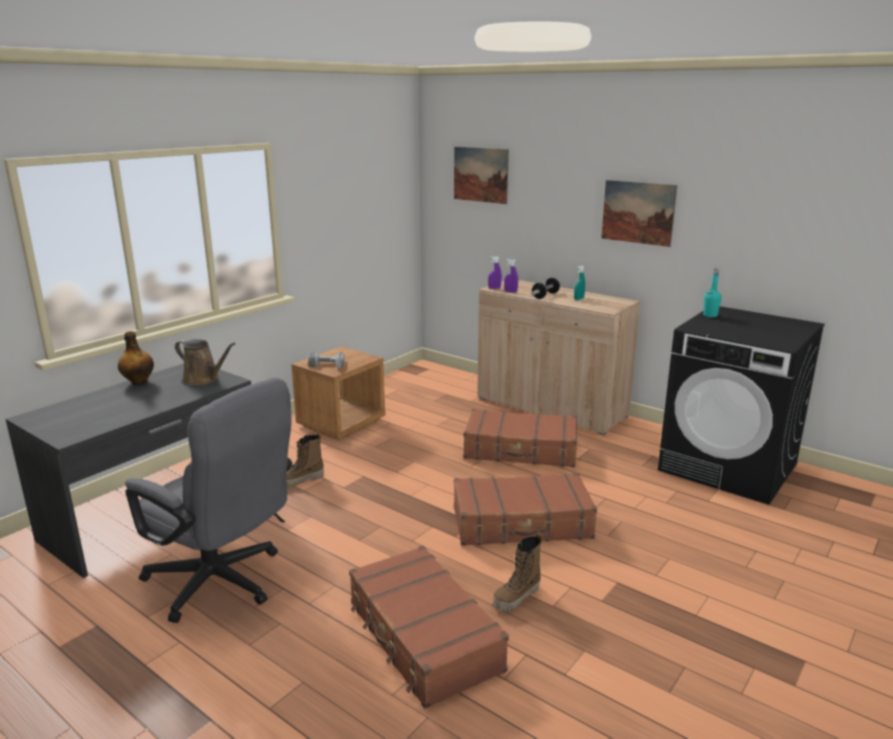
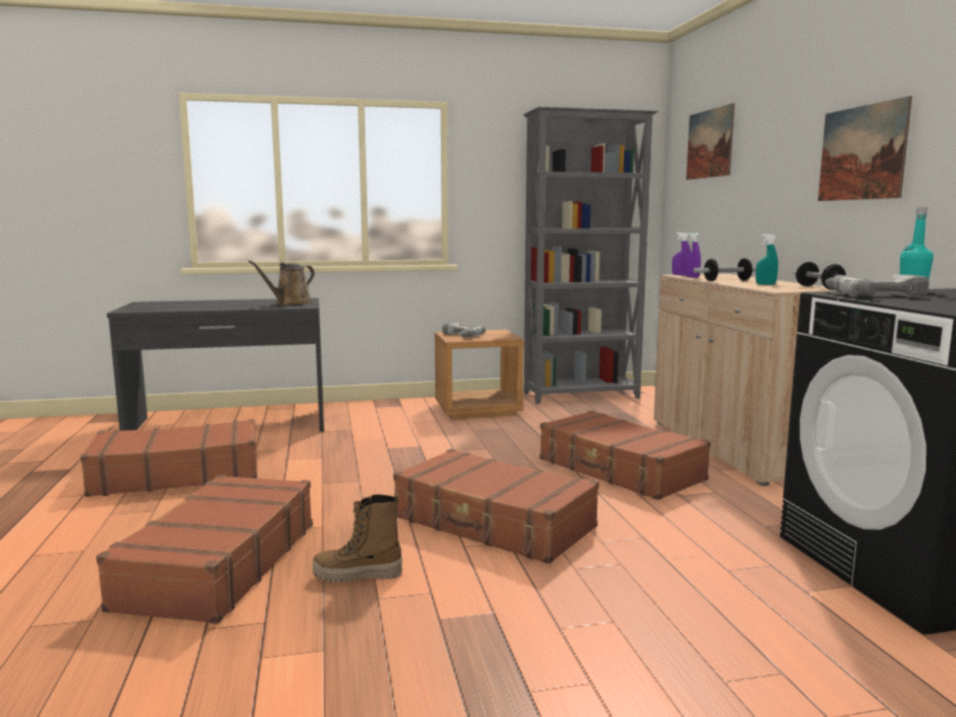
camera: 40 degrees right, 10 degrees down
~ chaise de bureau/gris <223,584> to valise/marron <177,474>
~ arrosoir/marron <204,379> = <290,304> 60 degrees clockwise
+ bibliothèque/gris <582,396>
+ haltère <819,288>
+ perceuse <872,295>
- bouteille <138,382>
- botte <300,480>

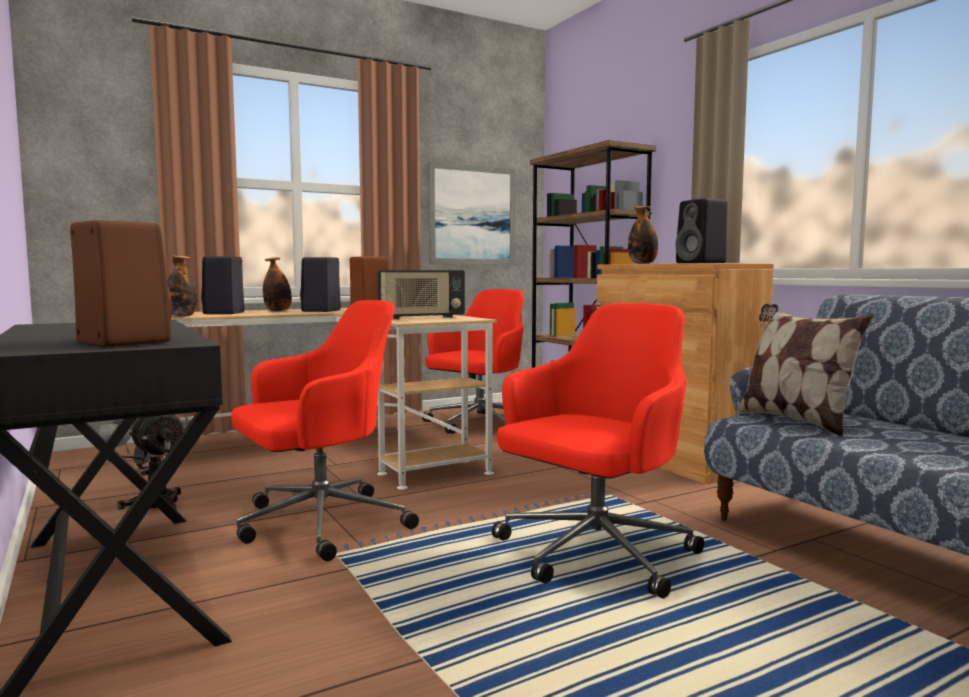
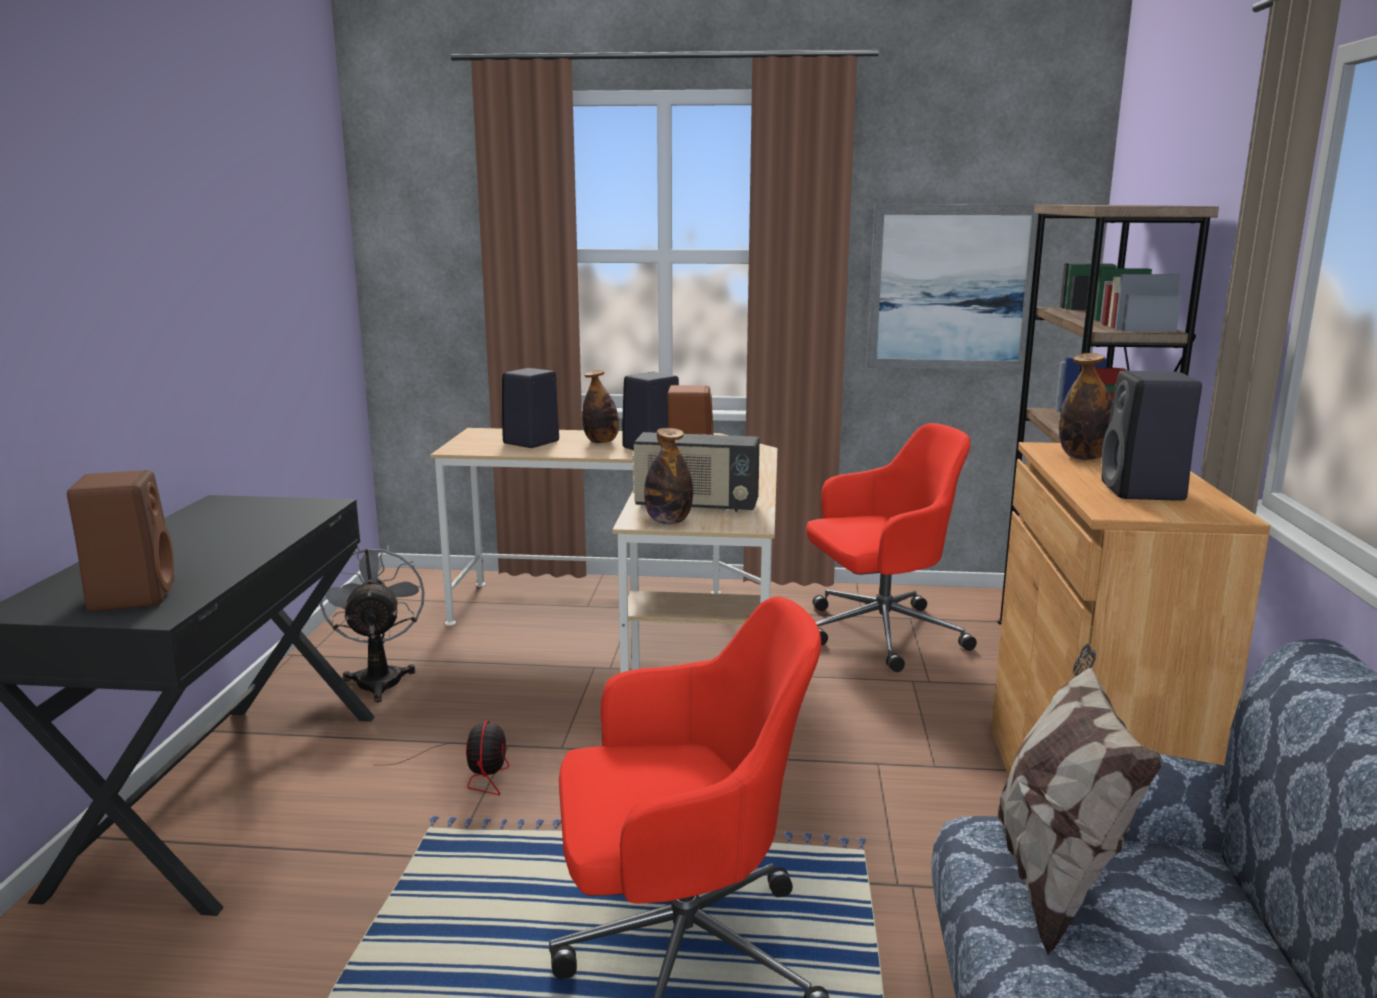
camera: 35 degrees right, 10 degrees up
~ chaise de bureau/rouge <319,524> to ventilateur <471,772>
~ bouteille <181,316> to <668,521>

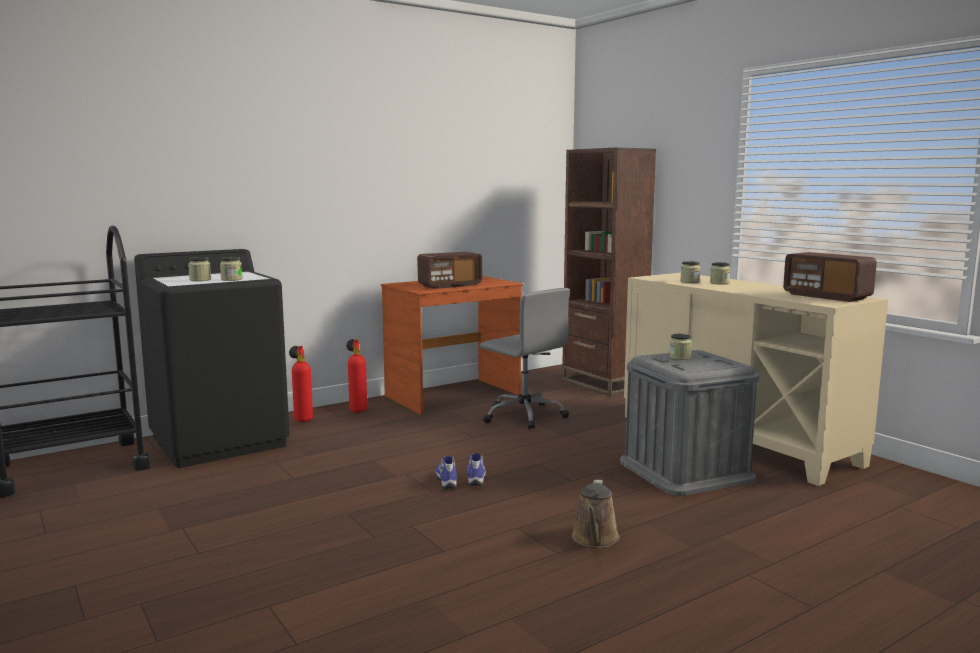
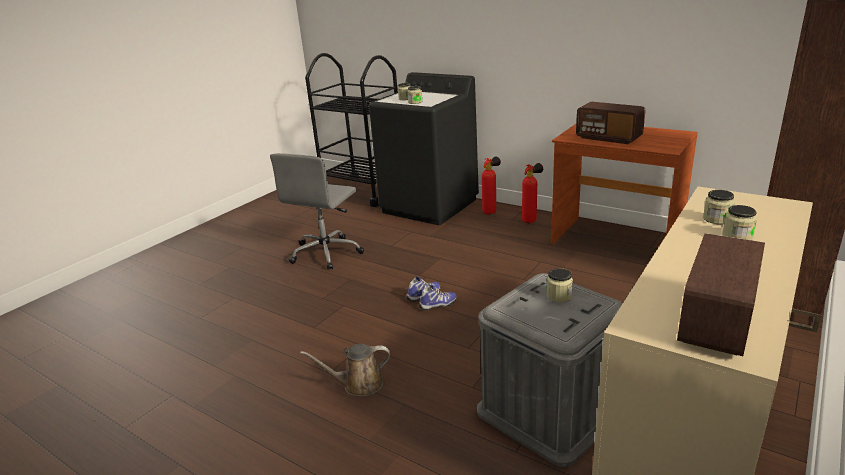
camera: 70 degrees right, 15 degrees up
~ chaise de bureau/gris <523,415> to <327,252>

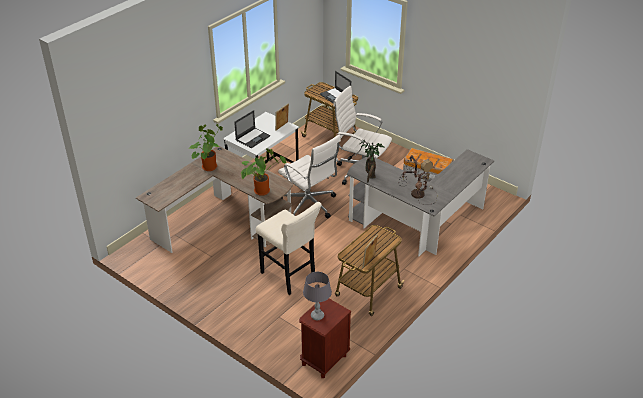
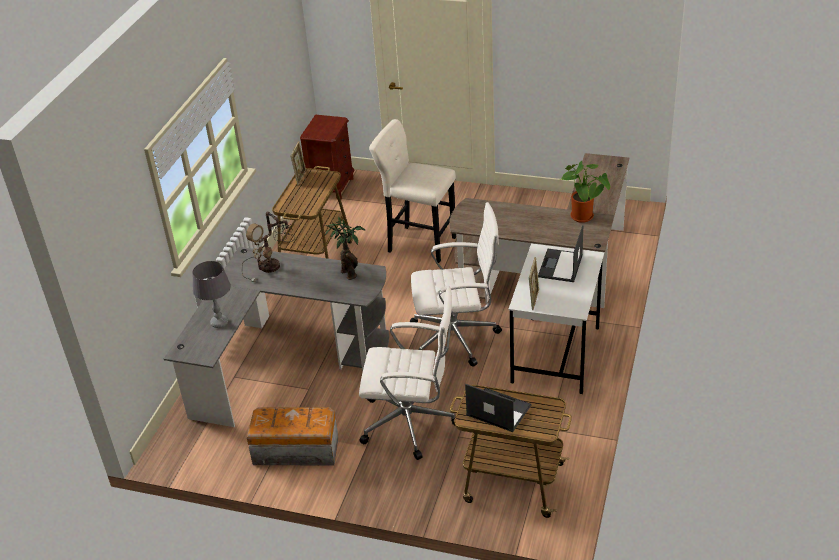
camera: 160 degrees right, 0 degrees up
~ lampe de table/gris <317,316> to <219,322>
~ chaise de bureau/blanc <309,205> = <457,337> 150 degrees clockwise
- plante en pot <263,190>

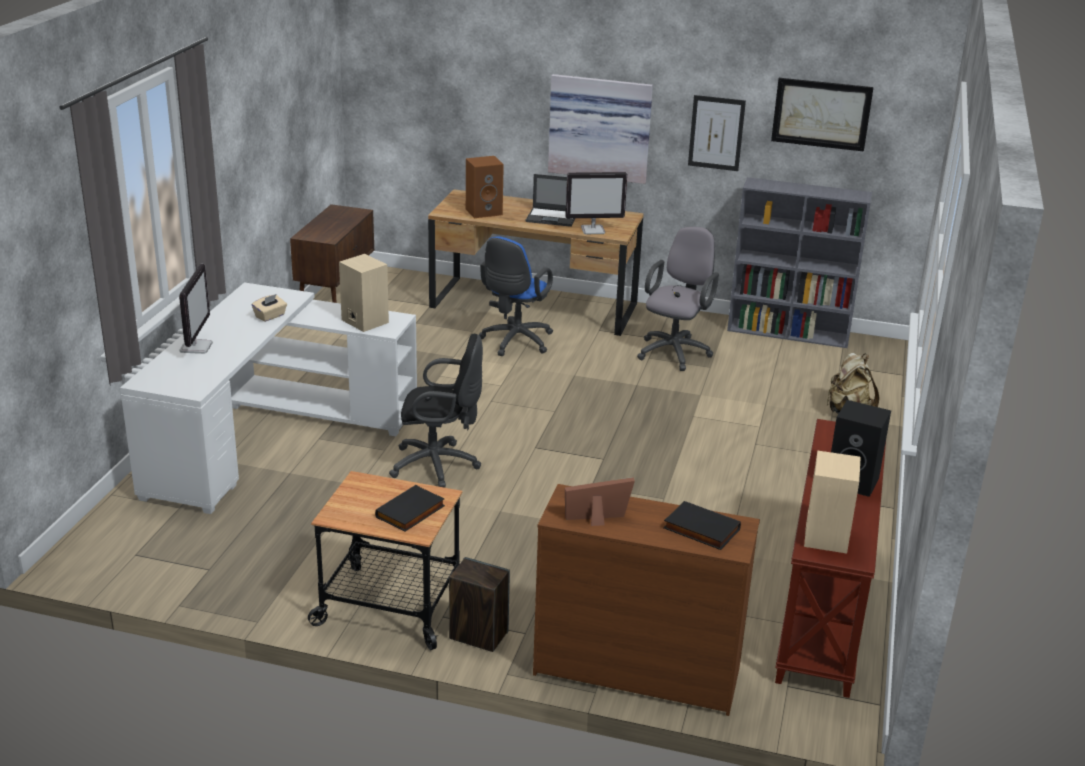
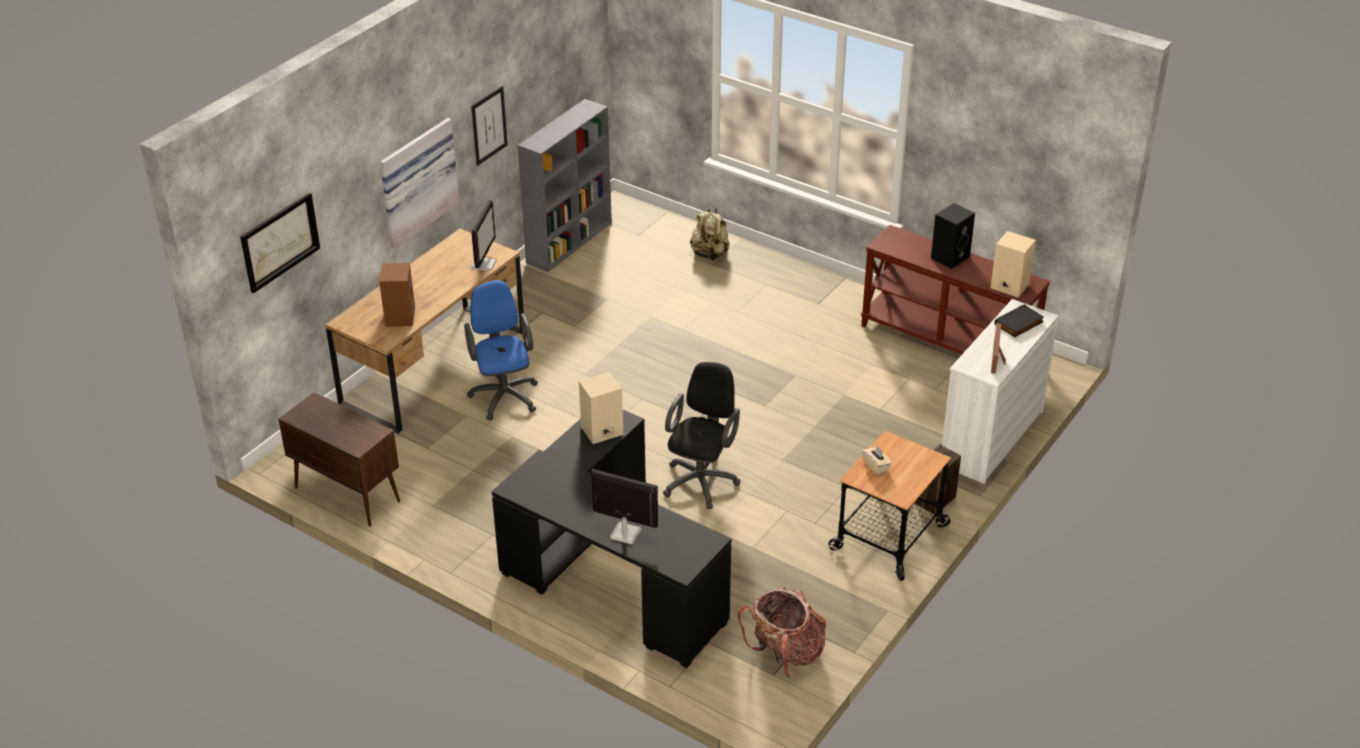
camera: 70 degrees left, 10 degrees up
~ tableau <821,114> to <280,242>
~ chaise de bureau/bleu <514,342> = <504,394> 150 degrees counterclockwise
~ bureau/blanc <268,436> to bureau/noir <607,575>
+ sac à dos <785,654>
~ boîte à mouchoirs/beige <270,316> to <876,466>
~ commode/marron <637,671> to commode/blanc <990,438>
- livre/noir <411,512>
- ordinateur portable <552,217>
- chaise de bureau/gris <675,351>

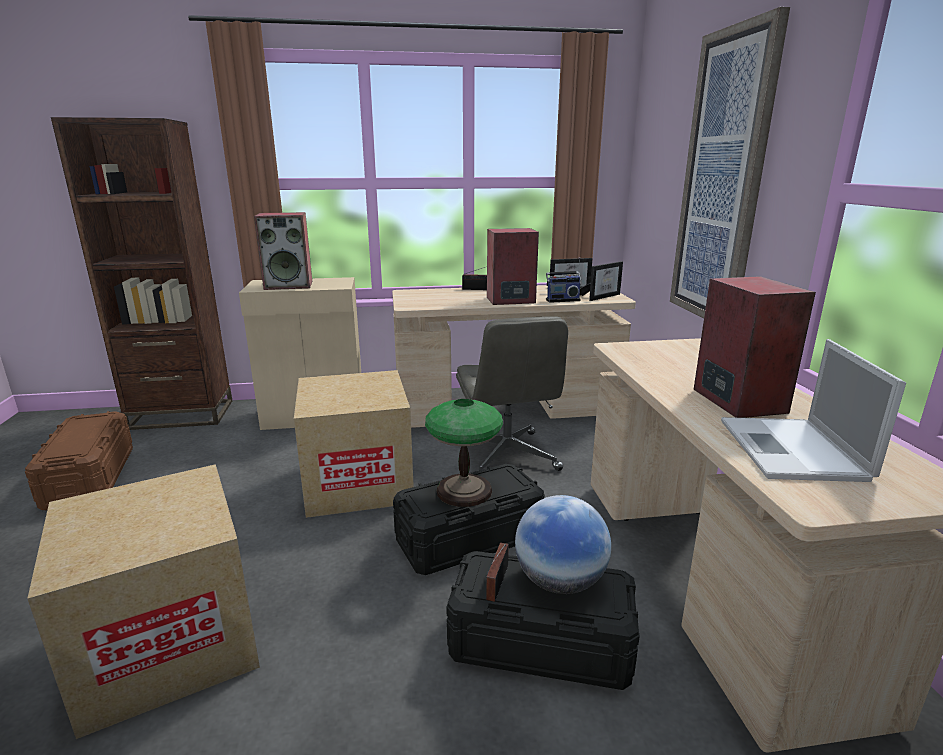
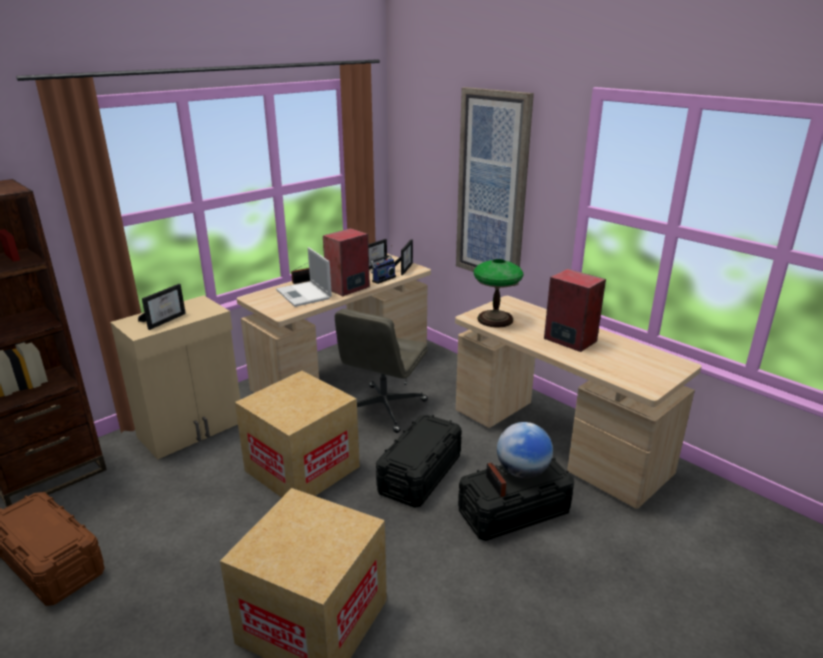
camera: 35 degrees left, 5 degrees up
~ enceinte <289,285> to cadre photo <164,320>
~ ordinateur portable <793,450> to <304,294>
~ chaise de bureau/gris <507,456> = <383,409> 75 degrees clockwise
~ lampe de table <464,490> to <495,319>

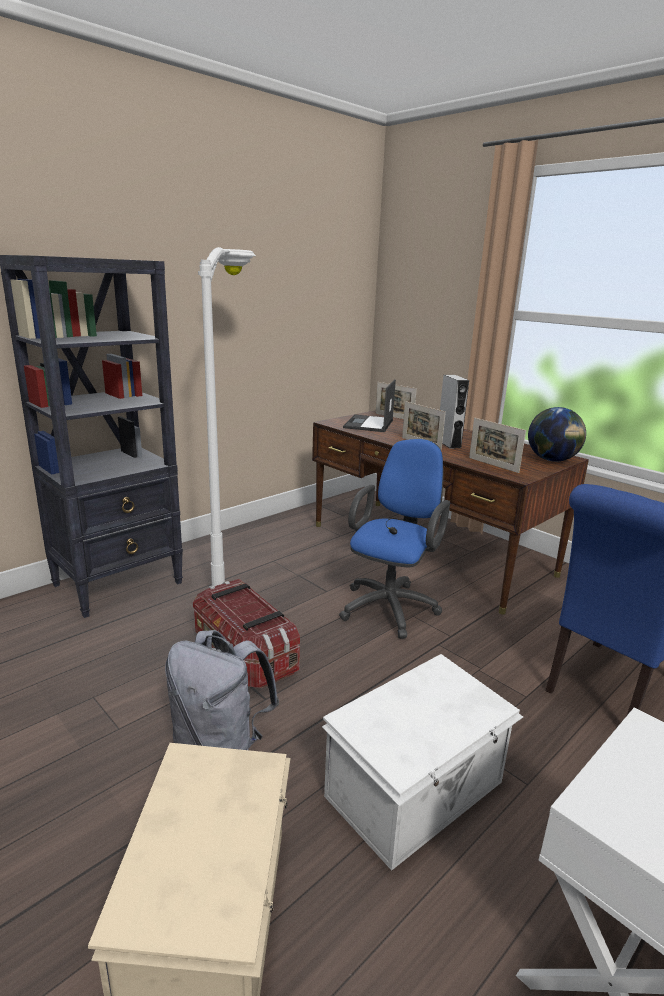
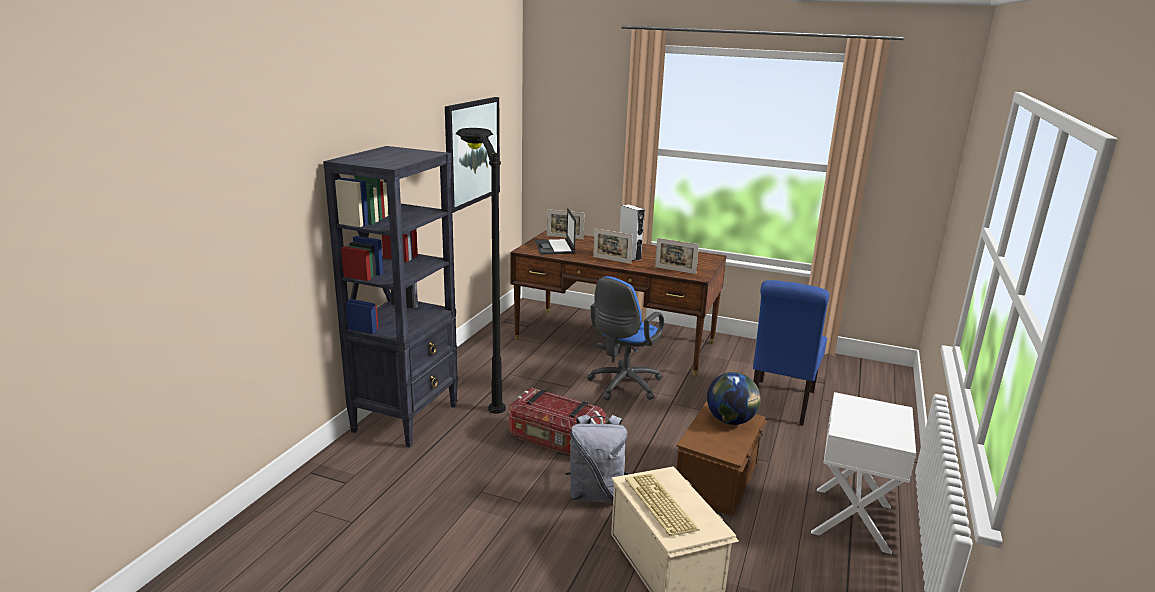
camera: 25 degrees left, 0 degrees up
+ tableau <472,152>
~ lampadaire/blanc <234,566> to lampadaire/noir <483,384>
~ chaise de bureau/bleu <391,605> = <622,386> 150 degrees counterclockwise
+ clavier <658,504>
~ boîte de rangement/blanc <417,790> to boîte de rangement/marron <718,480>
~ globe <552,460> to <731,421>

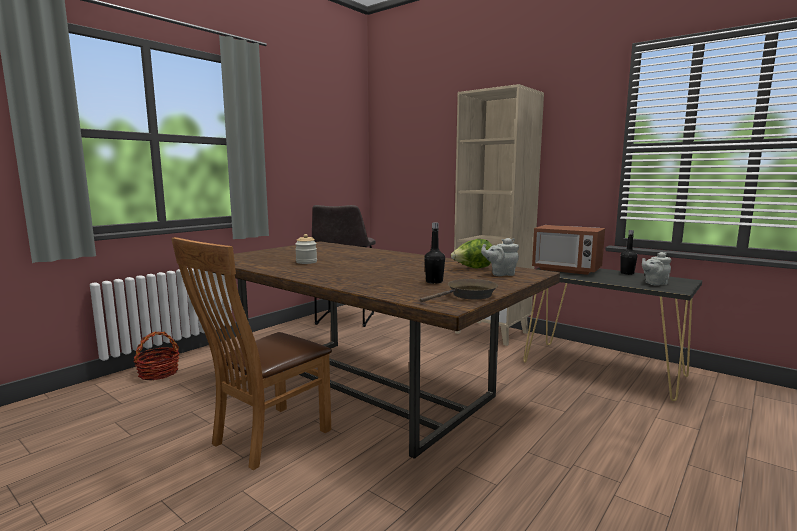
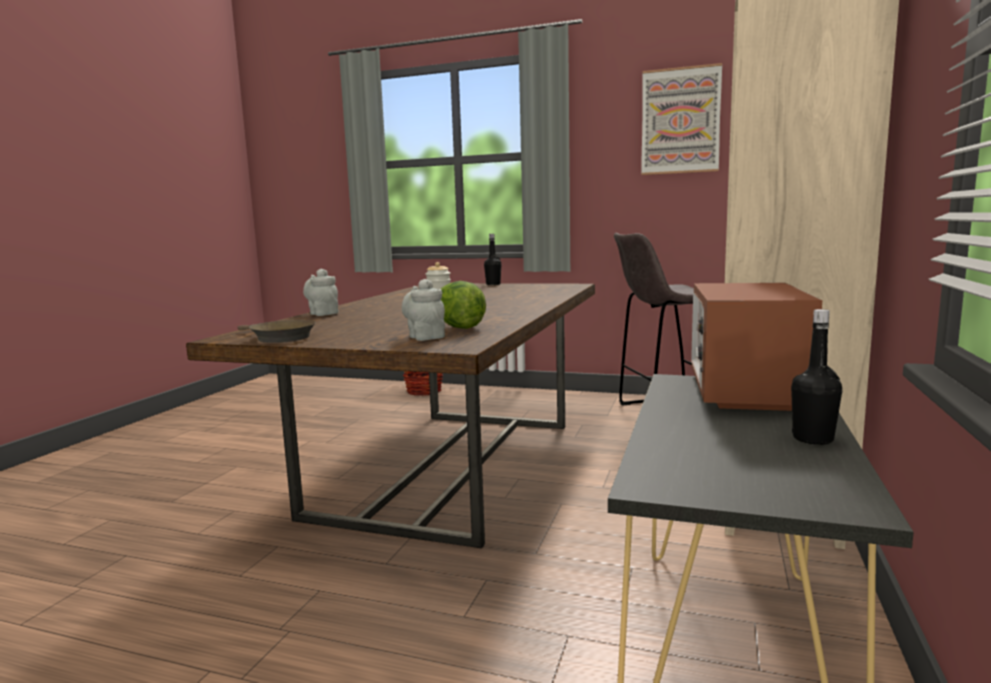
camera: 70 degrees right, 0 degrees up
~ théière/gris <654,283> to <322,313>
~ bouteille/noir <434,282> to <493,284>
+ tableau <680,121>
- chaise/marron <265,438>

